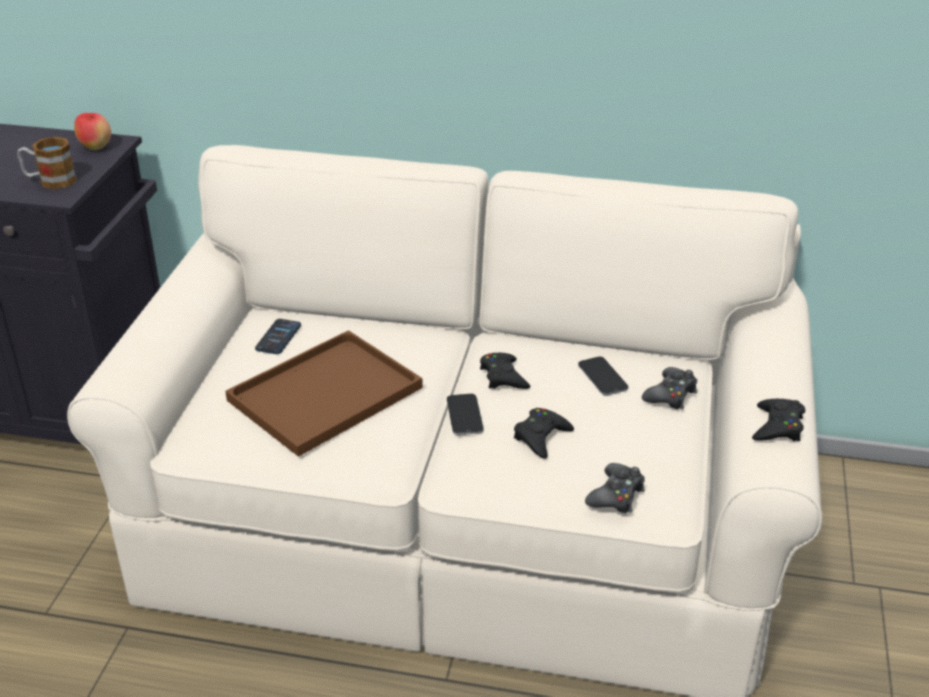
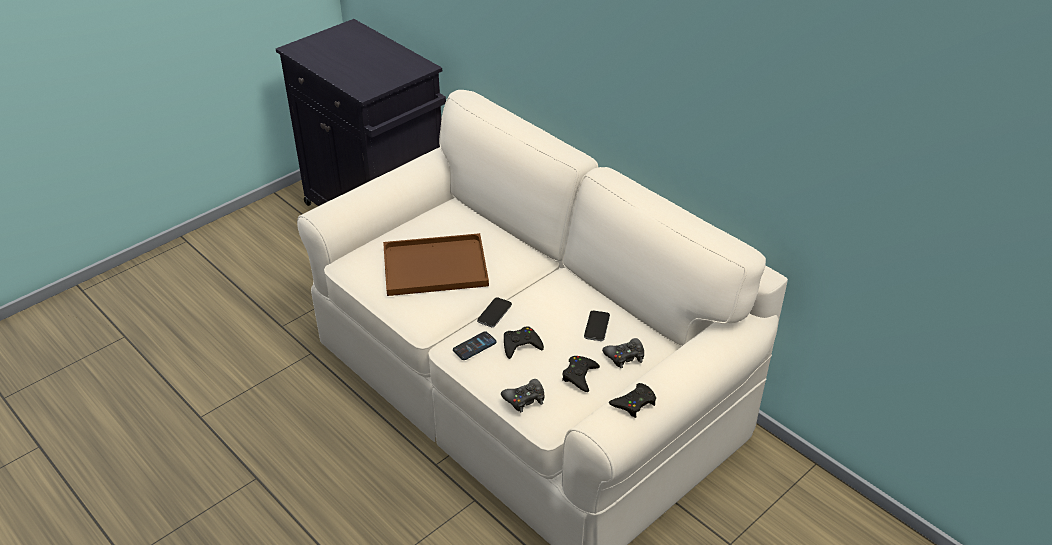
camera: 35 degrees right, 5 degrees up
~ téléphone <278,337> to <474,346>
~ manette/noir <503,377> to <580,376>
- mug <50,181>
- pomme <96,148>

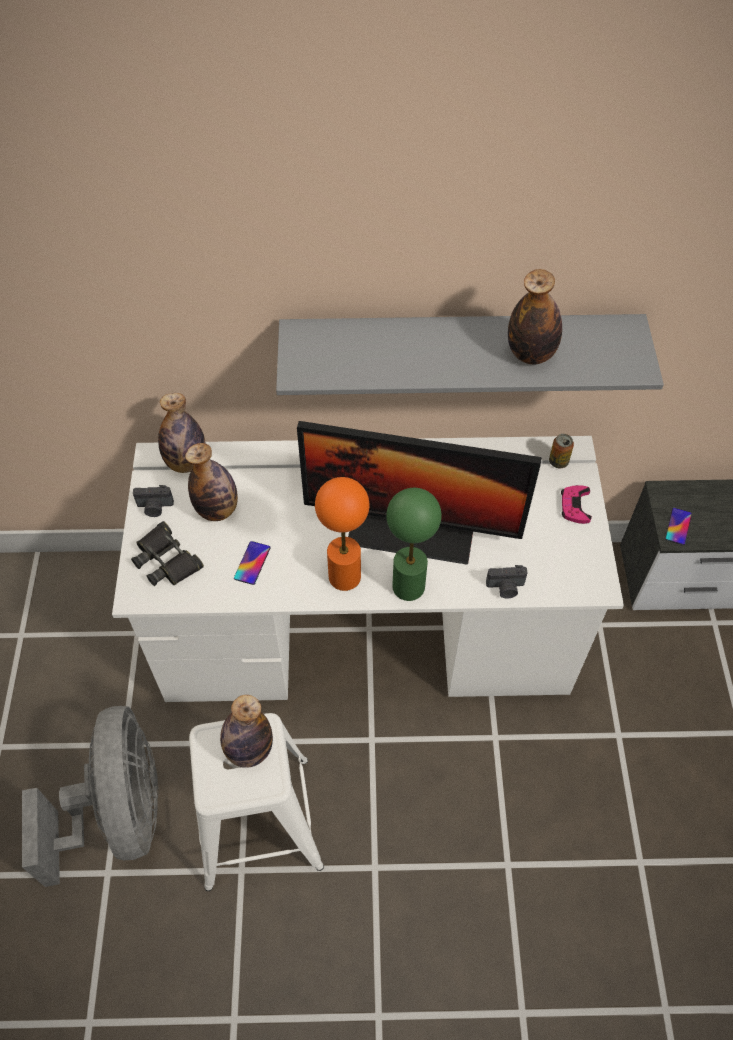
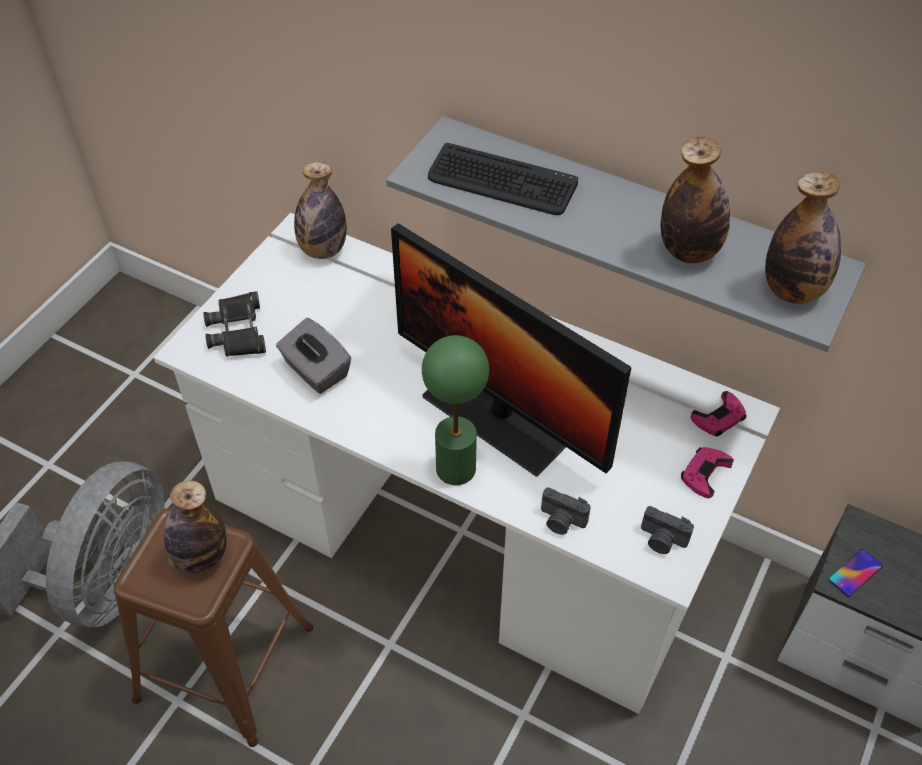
camera: 30 degrees right, 5 degrees down
~ tabouret/blanc <256,823> to tabouret/marron <222,663>
~ téléphone <252,563> to boîte à mouchoirs/gris <315,371>
+ clavier <501,181>
~ appareil photo <155,507> to <662,540>
~ boîte métallique <558,461> to manette/rose <719,418>
~ bouteille <217,509> to <793,290>
- lampe de table/orange <345,576>

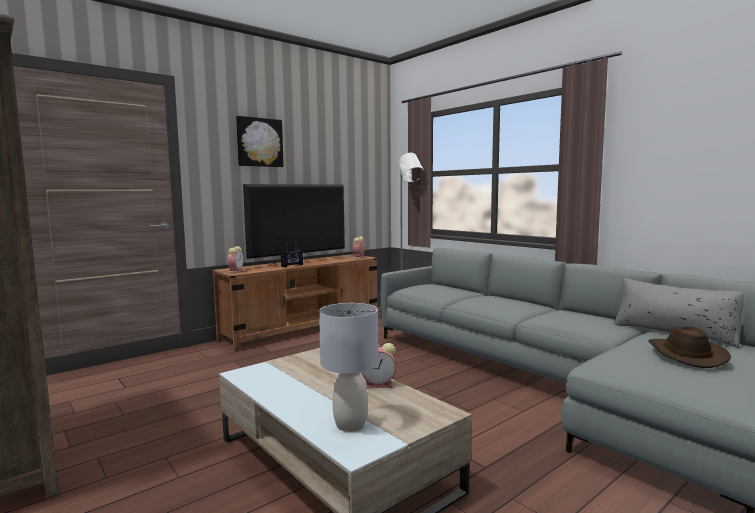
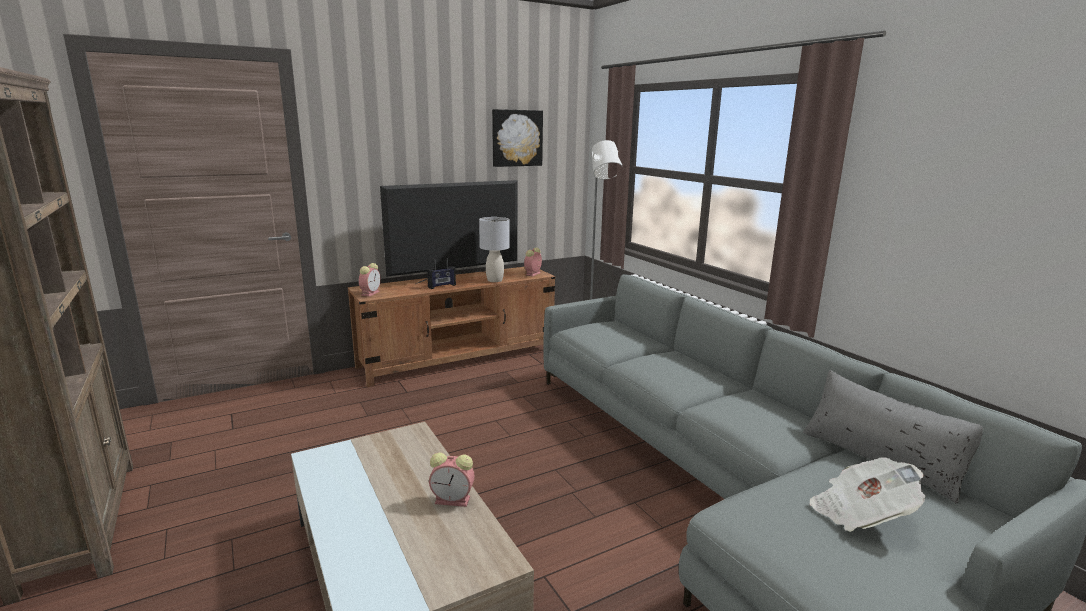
camera: 10 degrees right, 10 degrees up
~ lampe de table/gris <351,424> to <495,280>
~ tableau <259,142> to <516,138>
~ chapeau/marron <685,355> to journal <860,513>

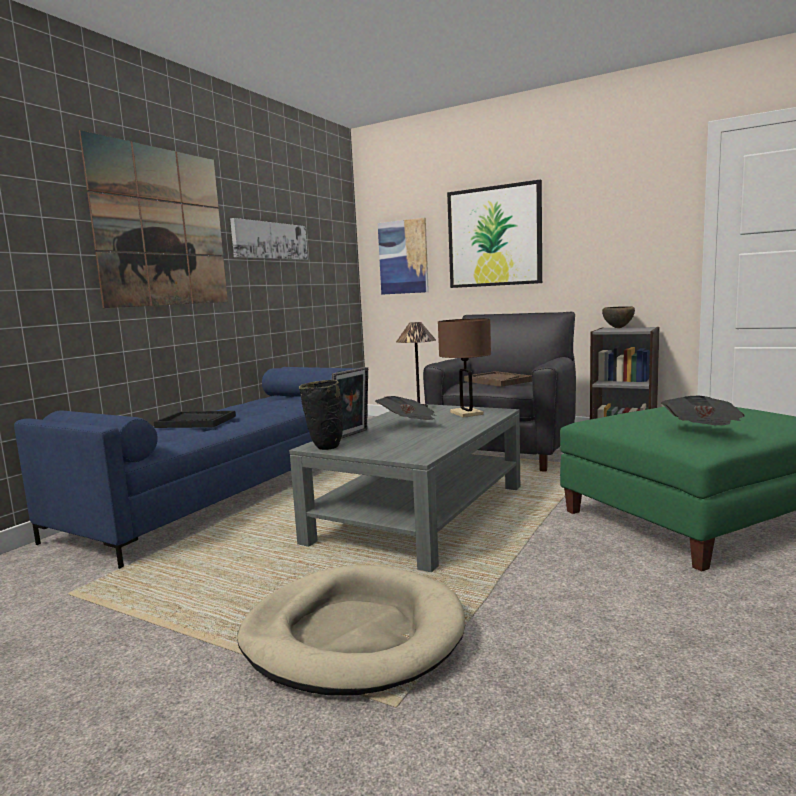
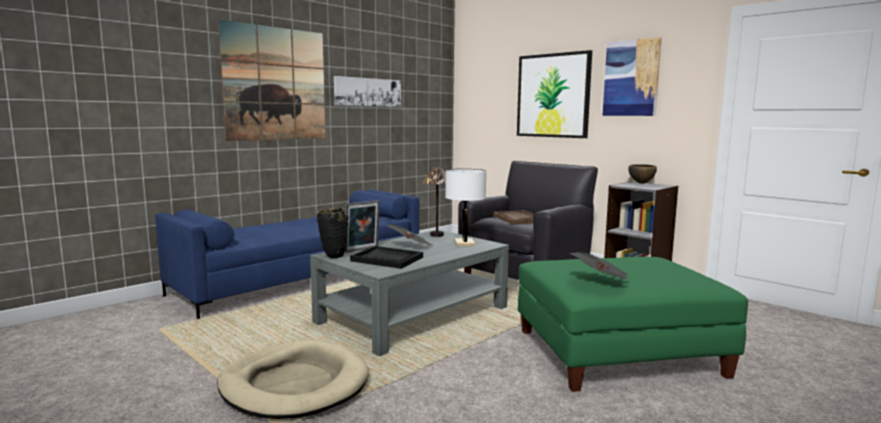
camera: 15 degrees right, 0 degrees up
~ plateau/noir <196,422> to <387,259>
~ lampe de table/marron <466,413> to lampe de table/blanc <464,243>
~ tableau <403,257> to <631,78>

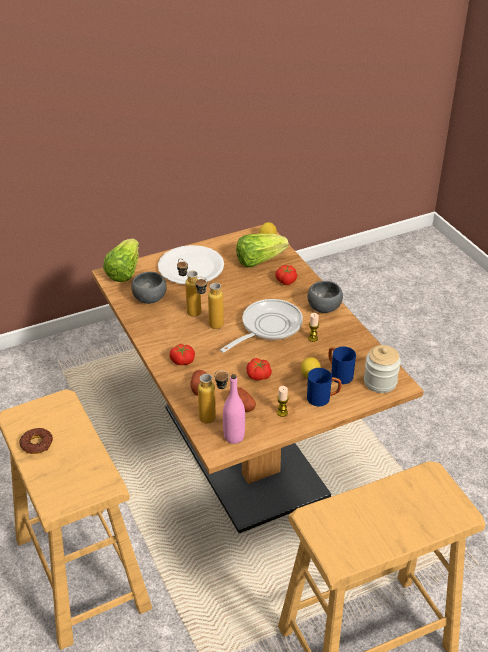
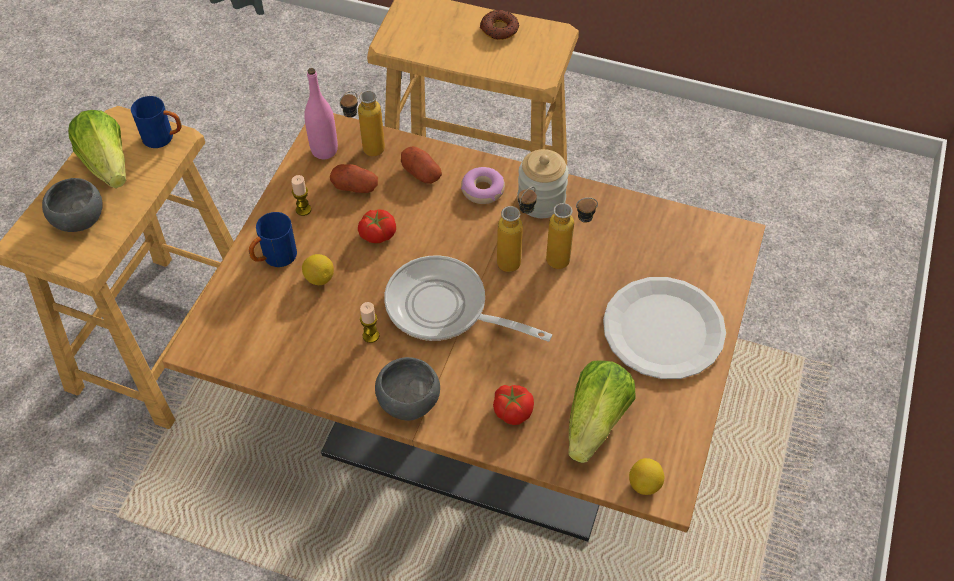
camera: 135 degrees right, 15 degrees up
~ bol/gris <150,298> to <80,220>
~ laitue <124,271> to <107,164>
~ mug/bleu <338,374> to <164,138>
~ poêle <267,327> = <444,309> 120 degrees clockwise
~ tomate <182,360> to beignet <483,190>
~ bocal <380,382> to <541,200>

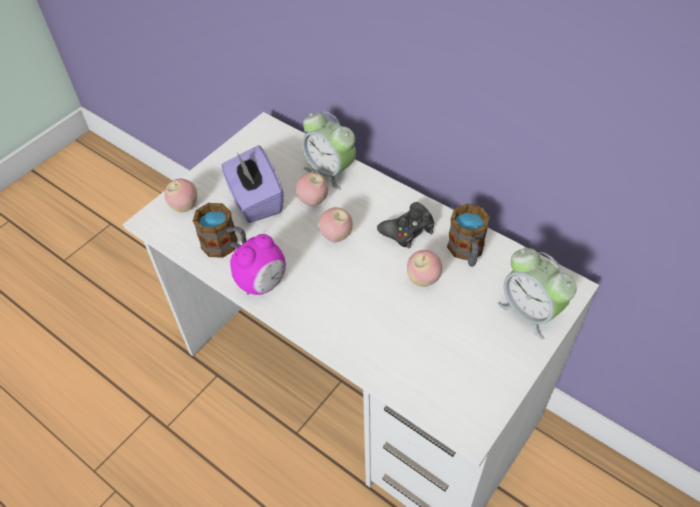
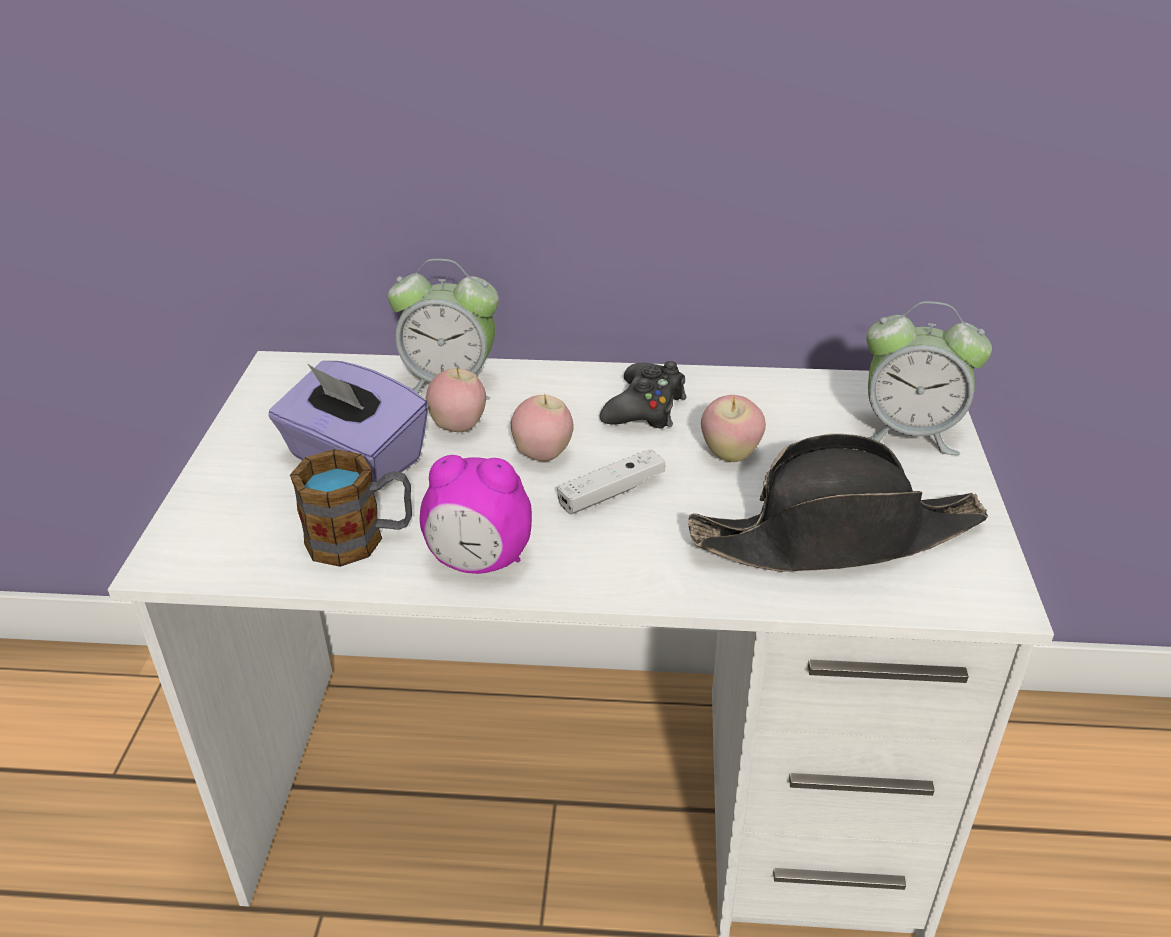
camera: 35 degrees left, 15 degrees down
~ réveil <262,283> = <479,562> 90 degrees clockwise
+ manette/blanc <611,492>
+ chapeau/noir <837,537>
- pomme <185,207>
- mug <467,252>

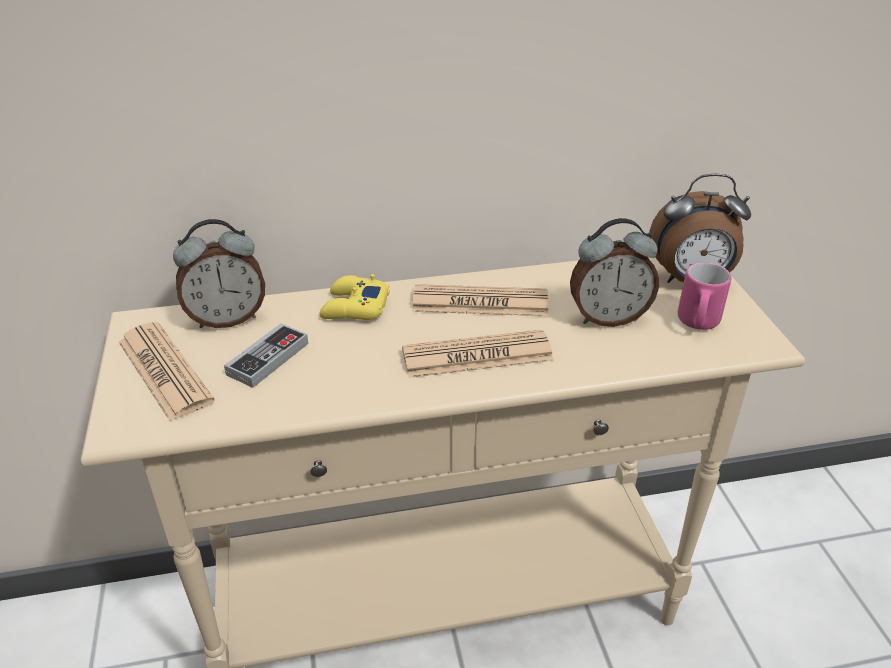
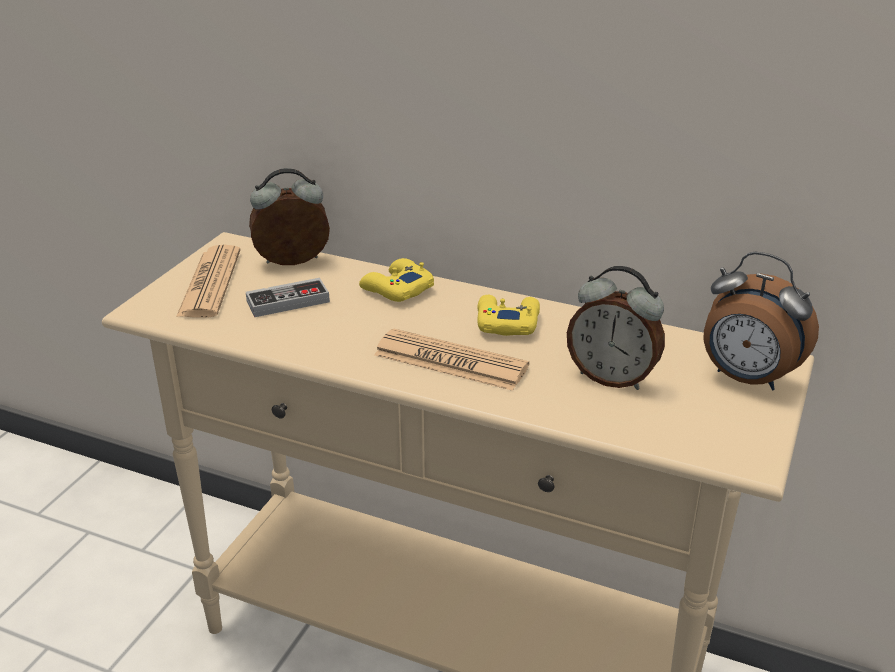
camera: 35 degrees right, 5 degrees down
~ réveil <227,319> = <293,263> 150 degrees clockwise
~ journal <480,302> to manette/jaune <507,322>
- mug/rose <697,324>

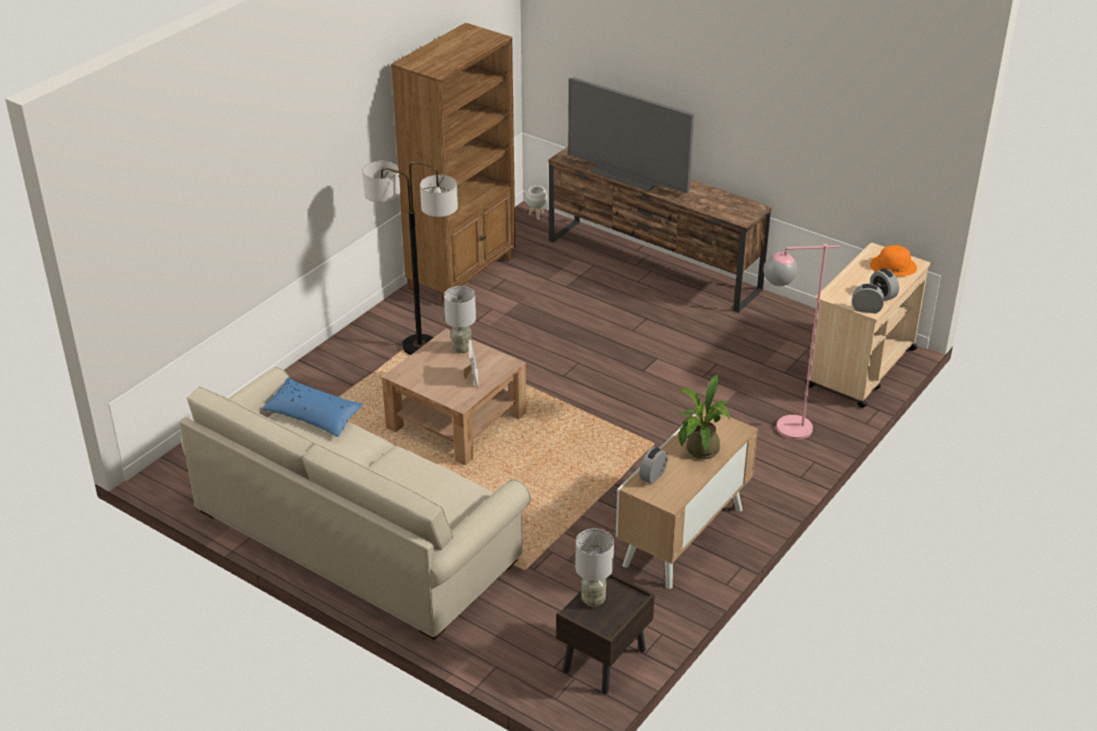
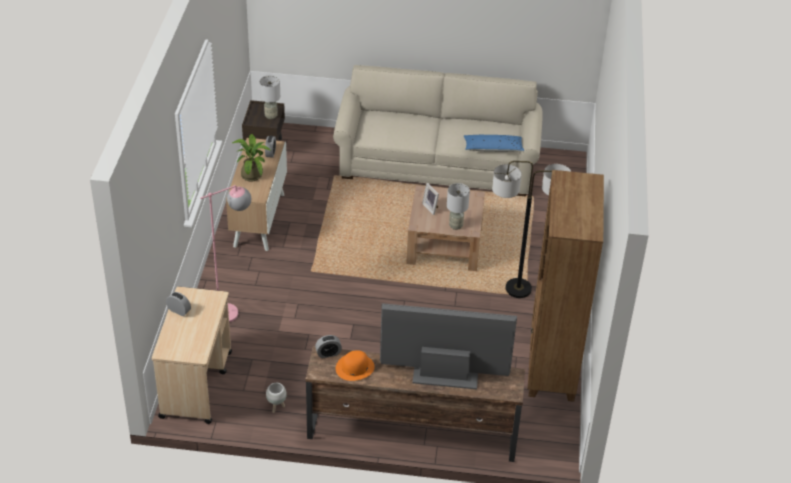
camera: 150 degrees right, 5 degrees up
~ cache-pot/blanc <537,215> to <276,407>
~ réveil <866,309> to <328,353>
~ chapeau/orange <893,266> to <355,367>

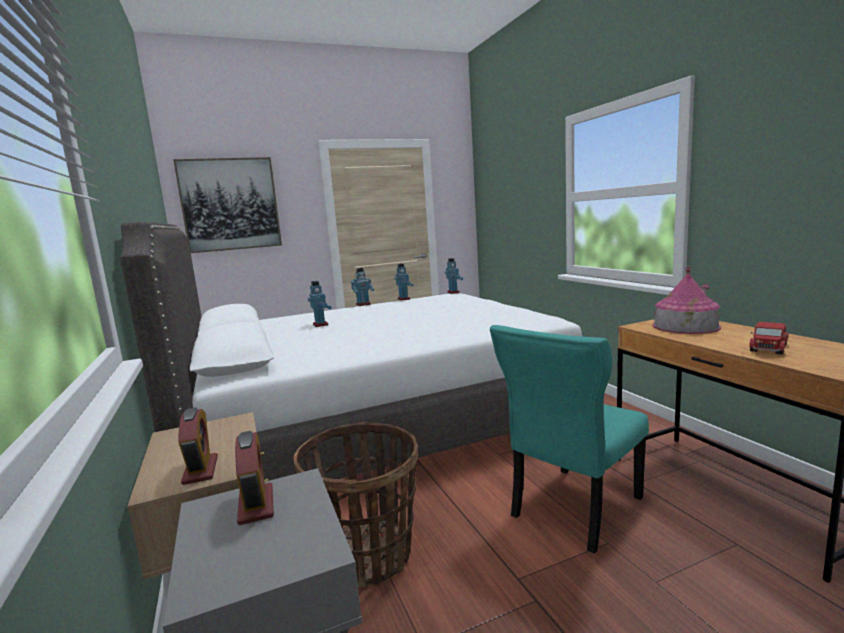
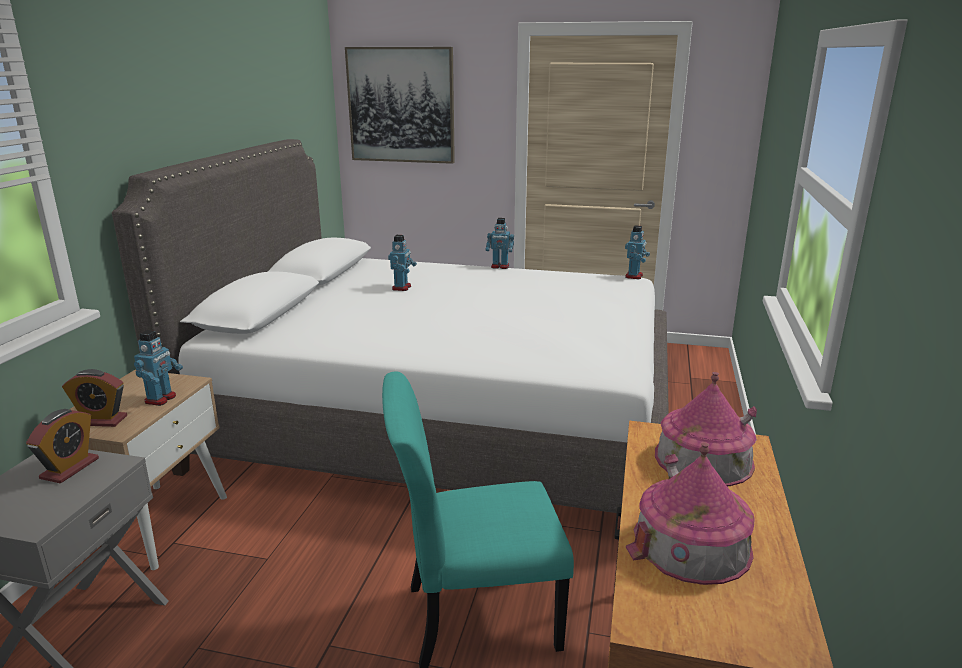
camera: 35 degrees right, 10 degrees up
~ réveil <200,470> = <101,420> 75 degrees clockwise
~ robot jouet <404,299> to <161,399>
~ camion jouet <769,347> to maison miniature <691,544>
- panier <368,554>

